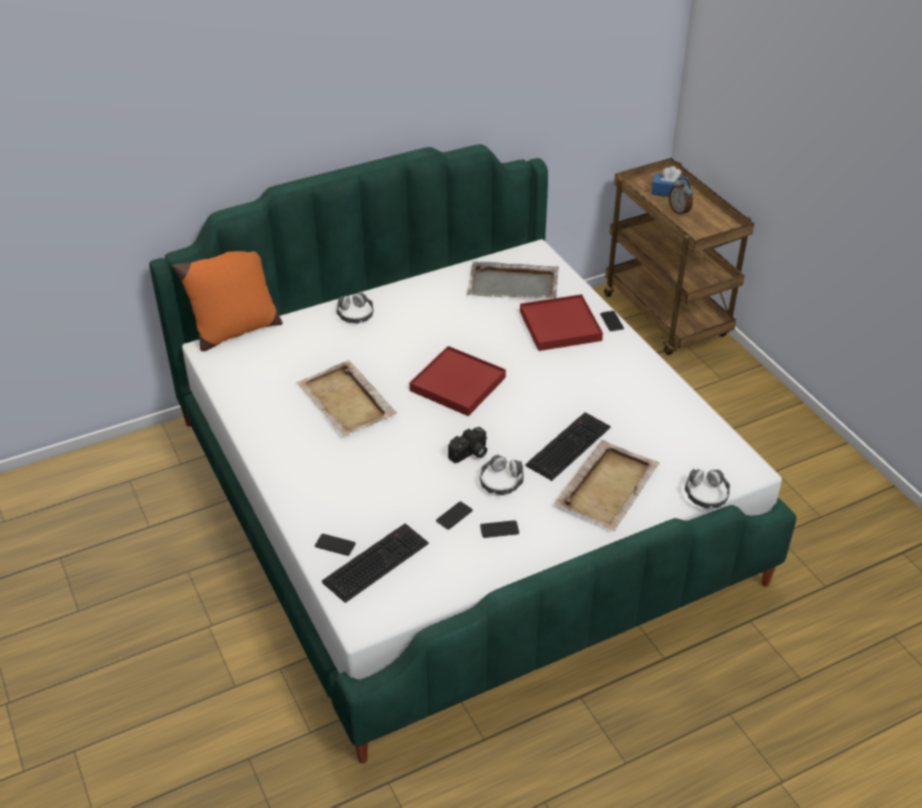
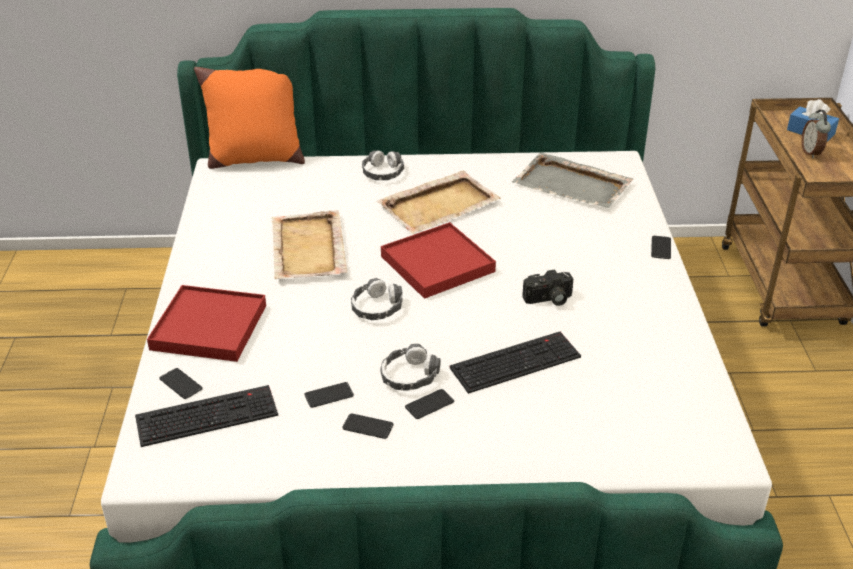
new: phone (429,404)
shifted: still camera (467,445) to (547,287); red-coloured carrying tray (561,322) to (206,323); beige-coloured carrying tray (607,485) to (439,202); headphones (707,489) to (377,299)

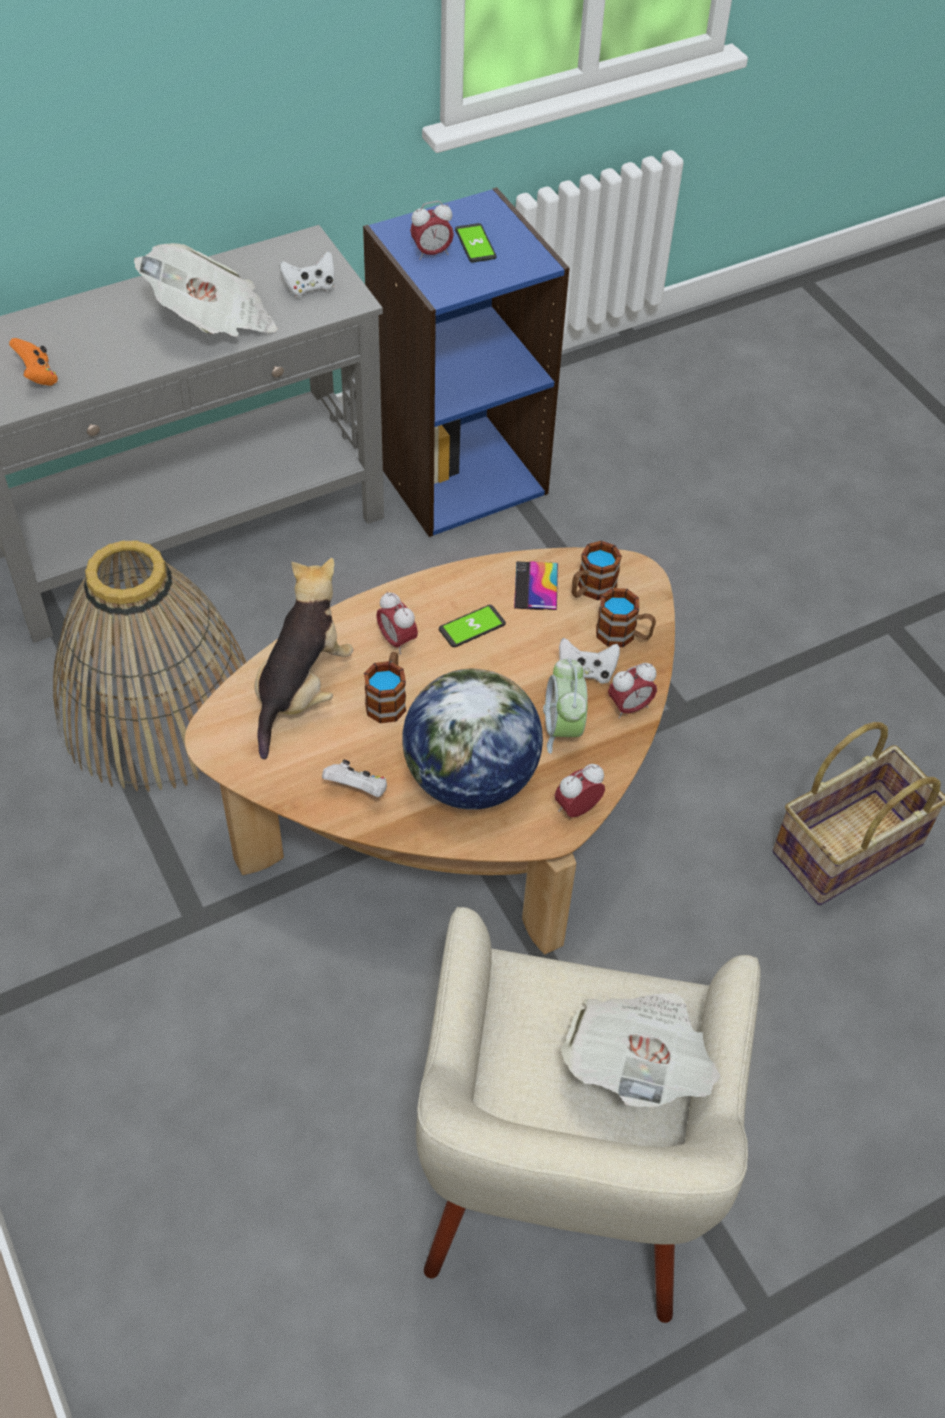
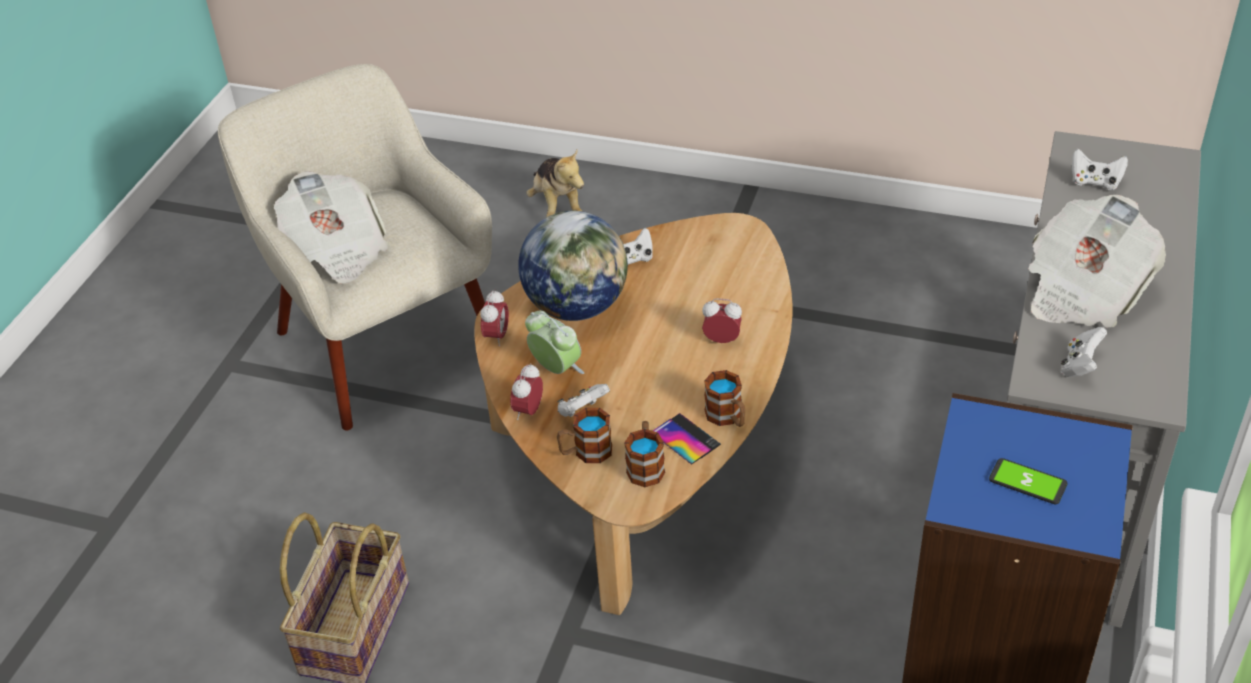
gone: storage basket (149,666); bedside clock (432,230); phone (472,626)
shifted: cuddly toy (304,658) to (555,183); tea mug (385,687) to (724,398)
repainted: orangey gamepad (33,362) to white gamepad (1100,169)

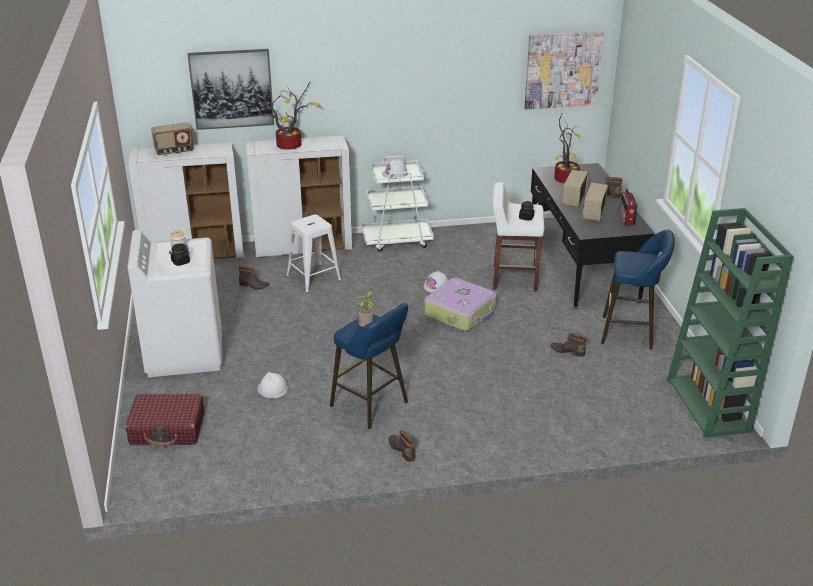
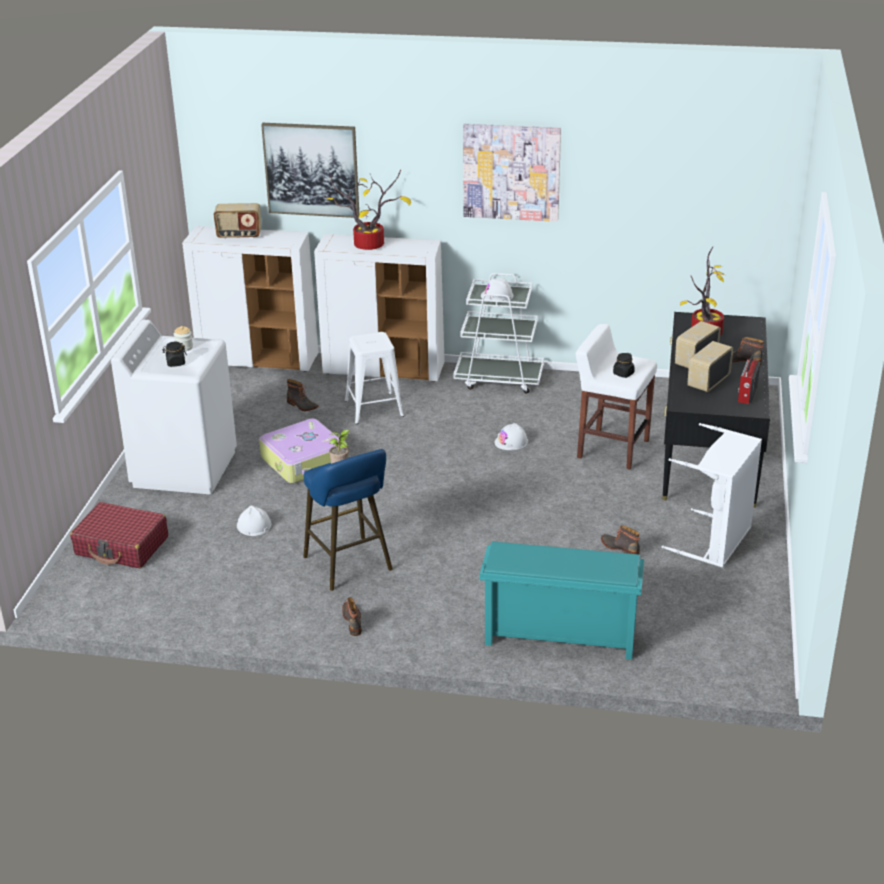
gone: green bookshelf (730,323)
new: turquoise-coloured shoe shelf (561,600)
shifted: piece of luggage (460,304) to (299,451); wall art (564,70) to (512,173)
swapped: blue sitting stool (638,290) to white laundry basket (711,495)

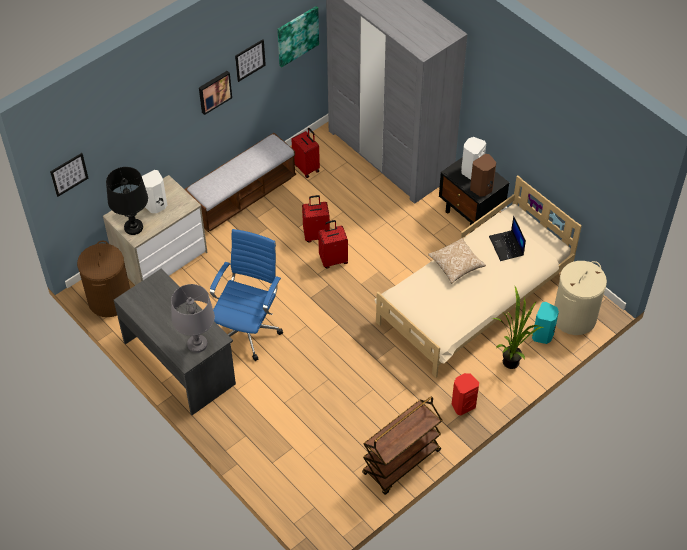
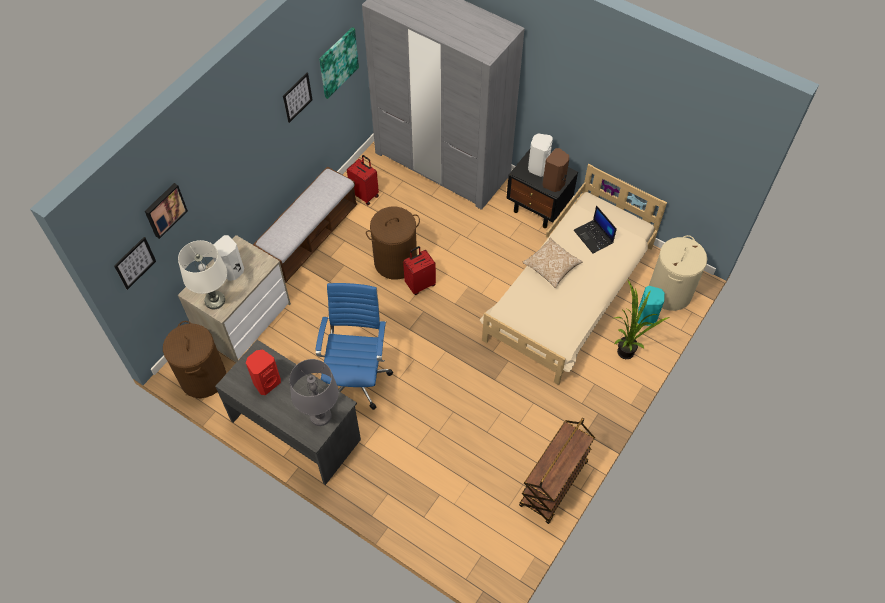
shifted: wall art (215,93) to (166,211); red-coloured speaker (465,394) to (263,372)
swapped: red-coloured piece of luggage (316,219) to brown-coloured laundry basket (393,243)
repainted: black lamp for a table (127,201) to white lamp for a table (202,274)

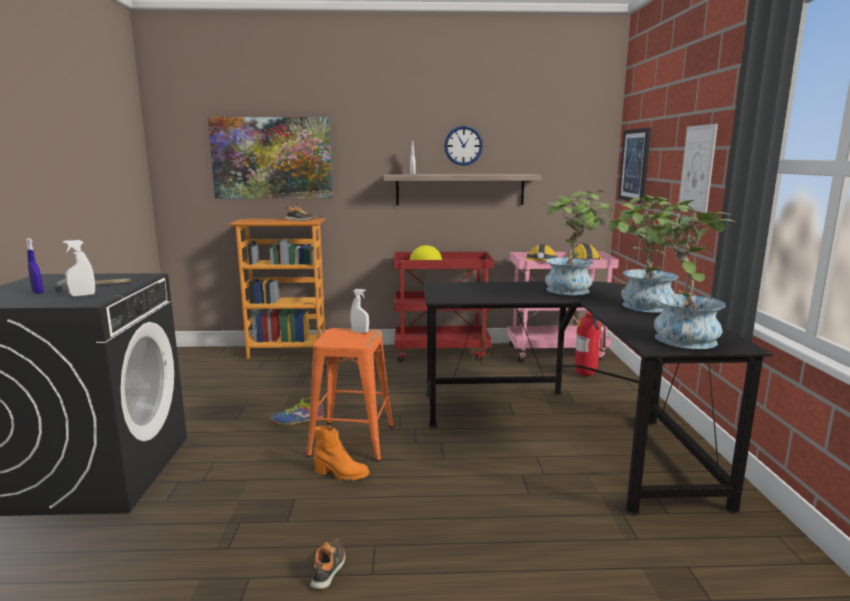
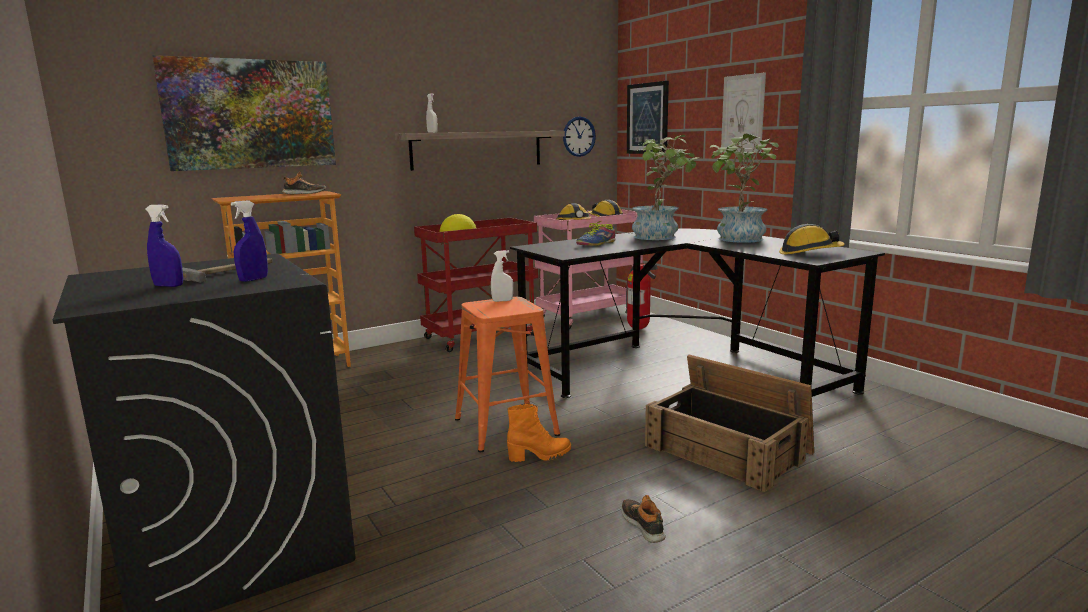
new: crate (729,423)
shifted: low shoe (297,411) to (595,233); wall clock (463,146) to (579,136)
swapped: houseplant (685,275) to work helmet (812,239)
repainted: white hand sprayer (79,268) to blue hand sprayer (249,241)

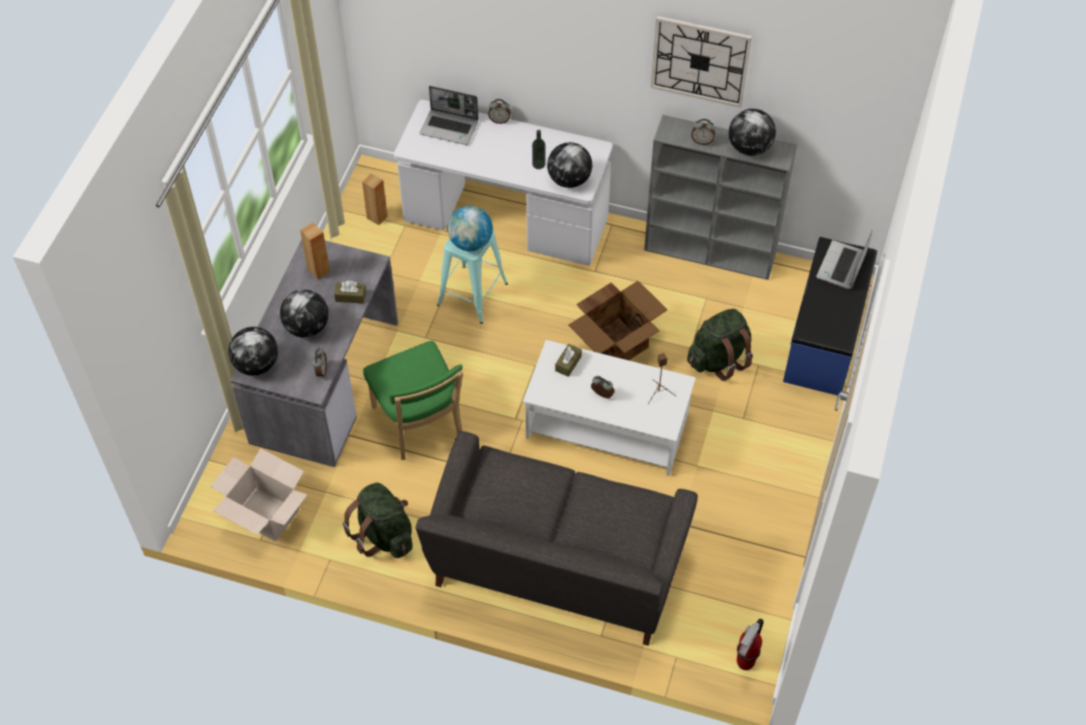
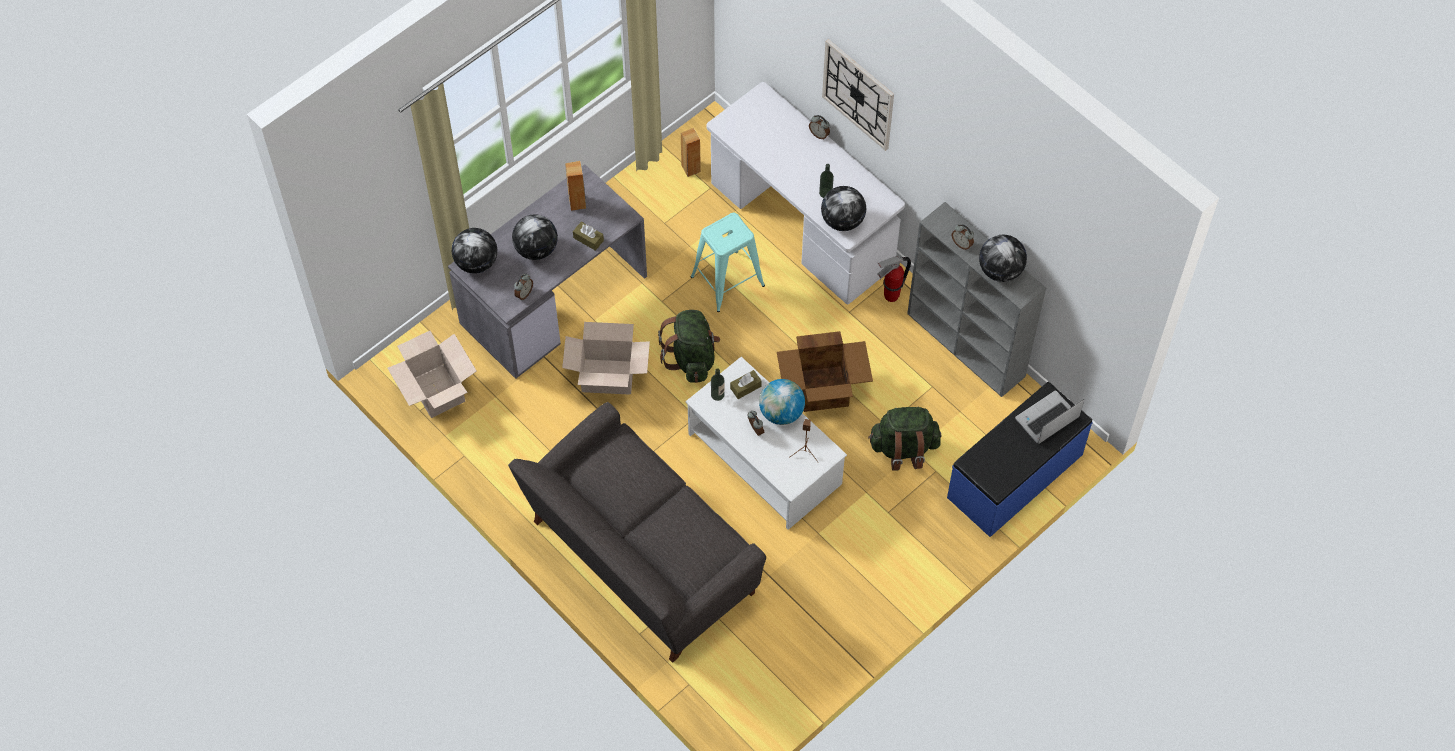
gone: laptop (449,115)
new: beverage bottle (718,384)
shifted: green knapsack (377,520) to (689,346); world globe (470,228) to (782,402); wall clock (701,62) to (858,95); fire extinguisher (750,644) to (894,279)
swapped: green upright chair (413,400) to packing box (606,358)

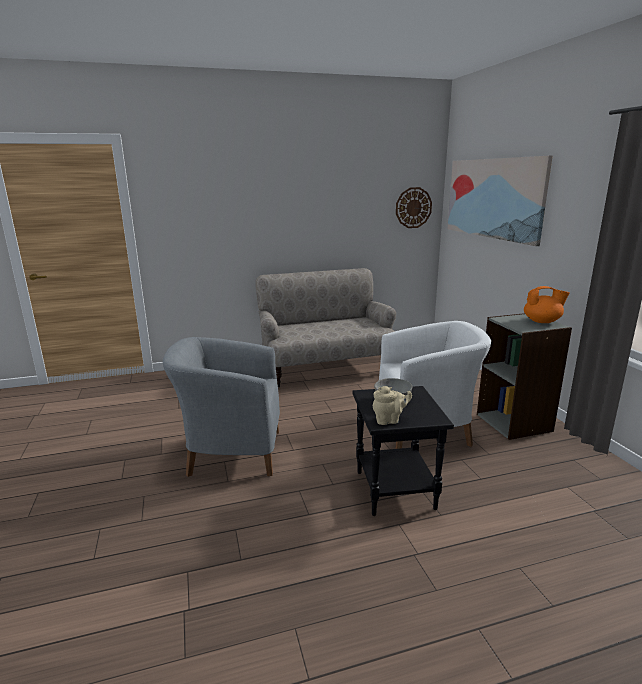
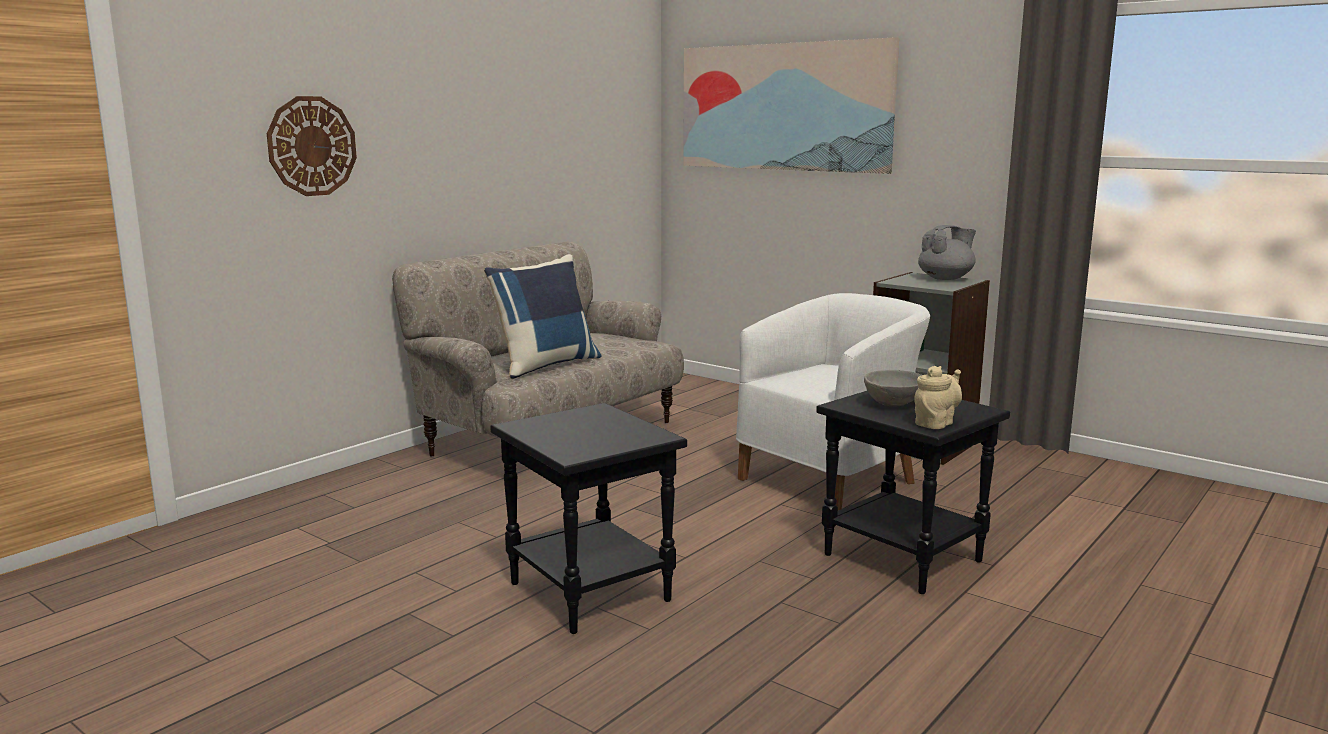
new: blue pillow (542,316)
shifted: wall clock (414,207) to (312,146)
swapped: grey armchair (221,407) to black end table (588,518)
repainted: orangey pot for tea (547,304) to grey pot for tea (947,252)

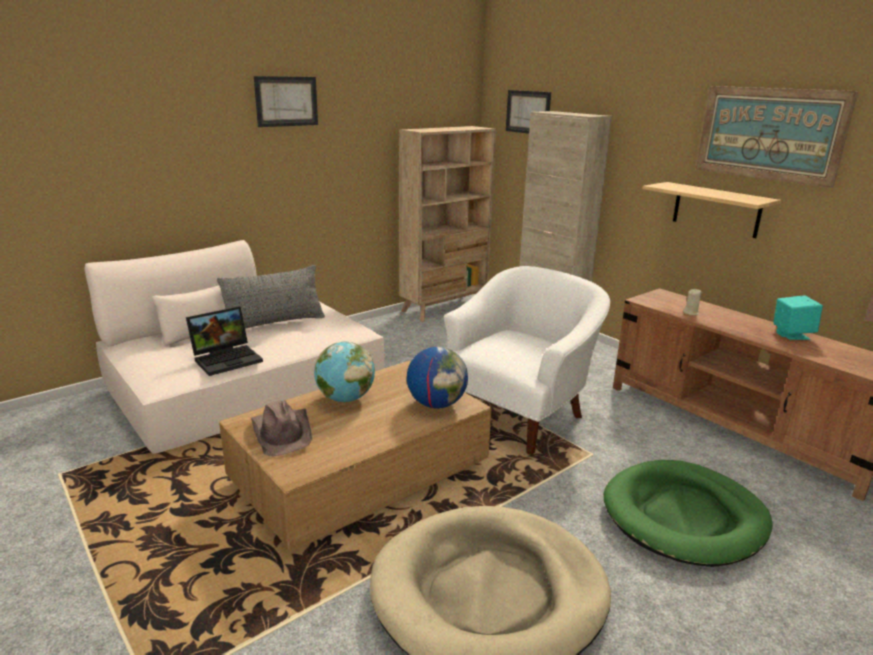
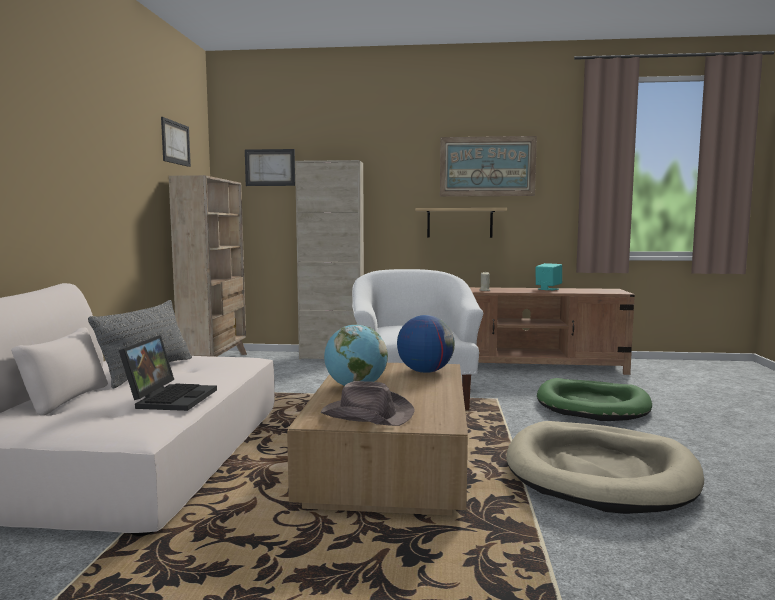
shifted: wall art (286,101) to (176,142)

